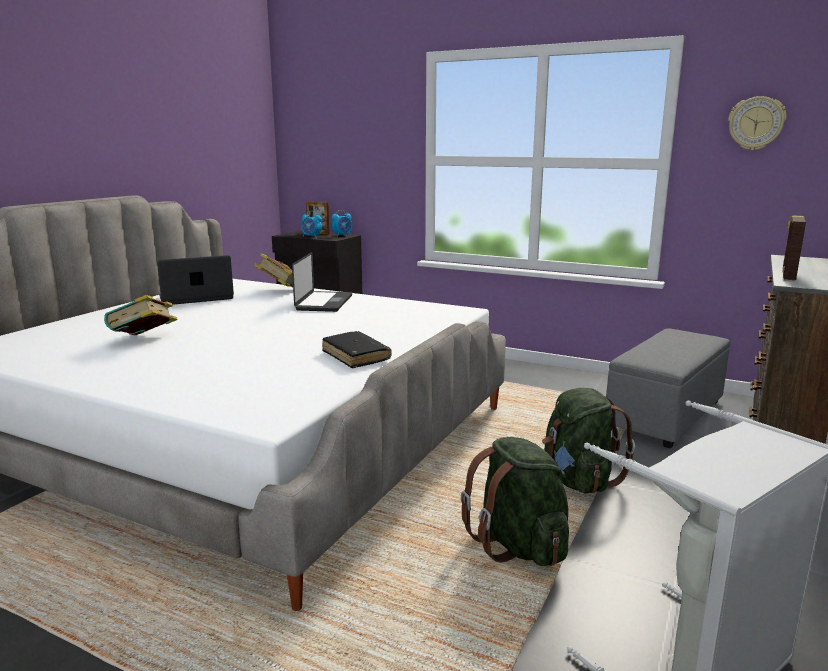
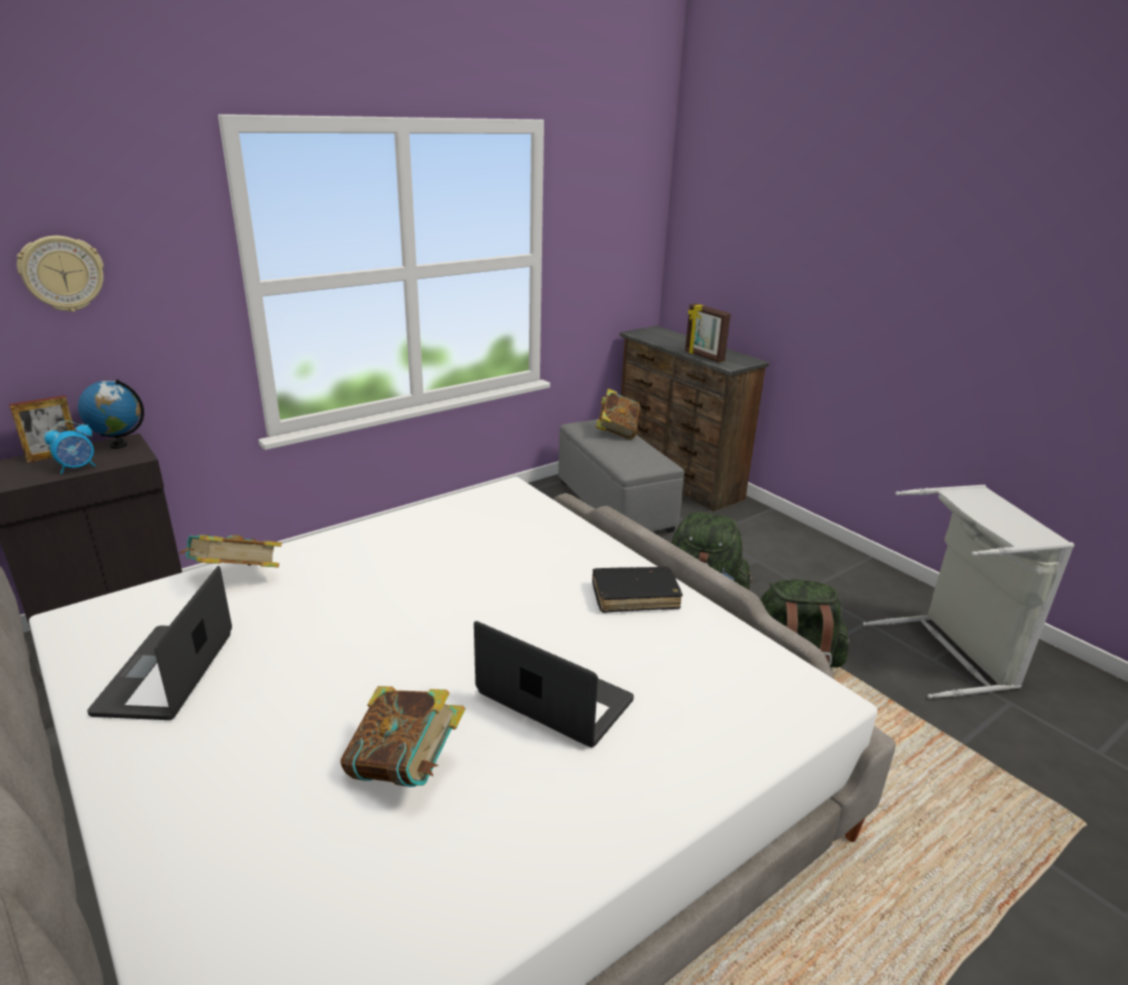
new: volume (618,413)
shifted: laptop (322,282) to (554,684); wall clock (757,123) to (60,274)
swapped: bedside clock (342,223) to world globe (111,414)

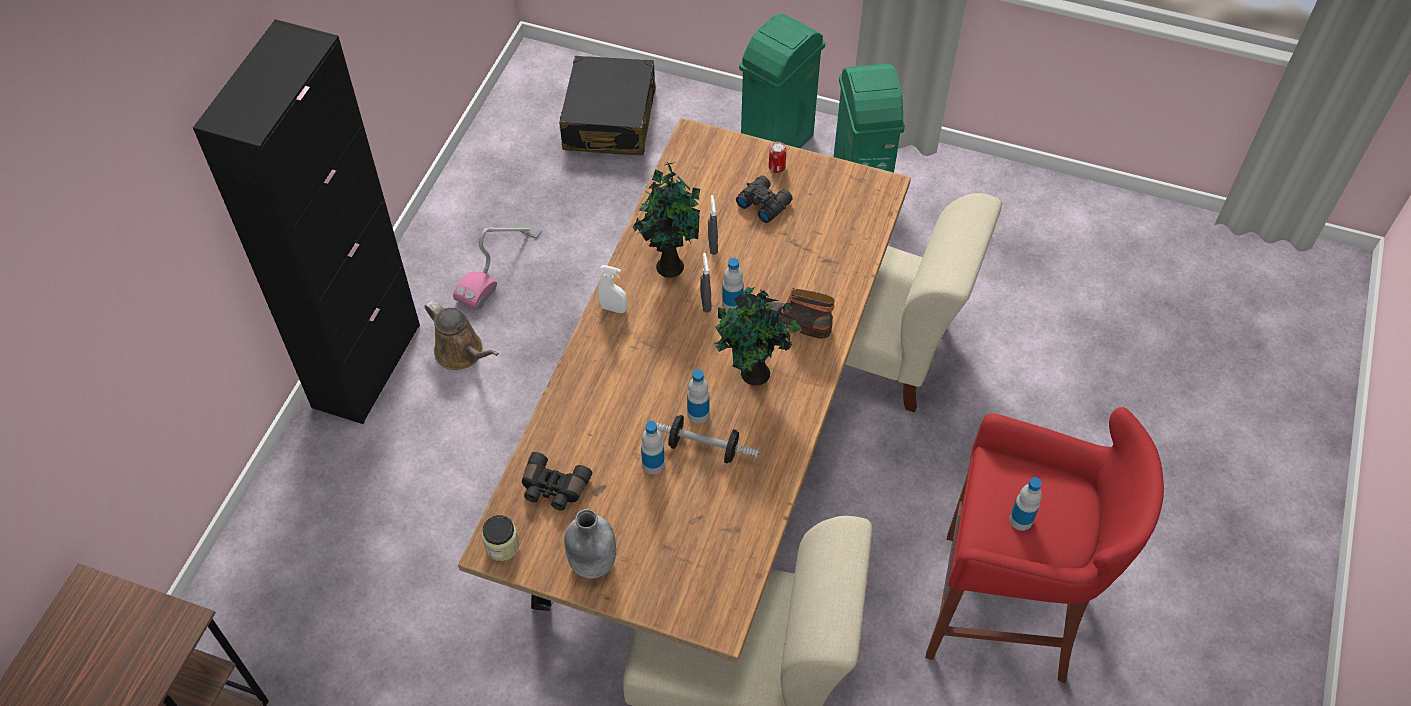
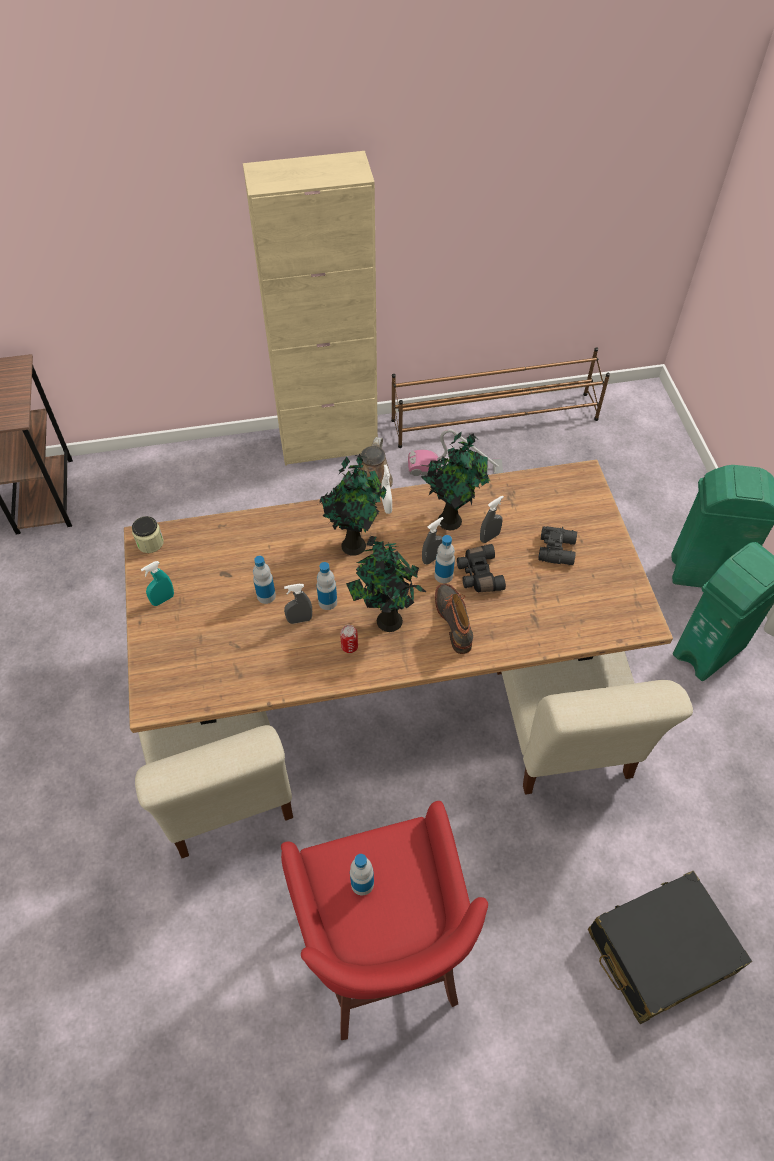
new: houseplant (352,504); brown-coloured shoe shelf (500,397)
shifted: black binoculars (557,481) to (481,568); black piece of luggage (607,105) to (670,947); metal can (777,157) to (349,639)
swapped: grey beverage bottle (590,543) to turquoise-coloured hand sprayer (157,583); hand weight (707,439) to grey hand sprayer (298,604)
repainted: black cabinet (306,221) to beige-coloured cabinet (310,308)

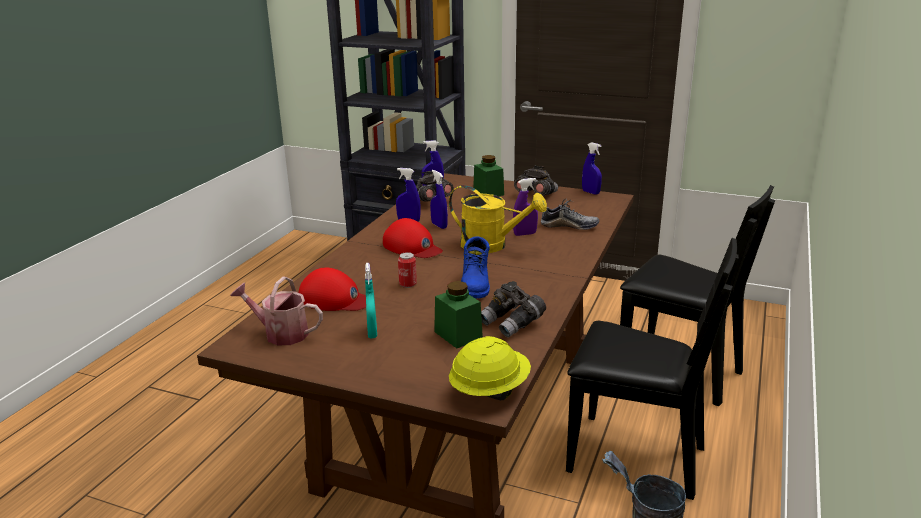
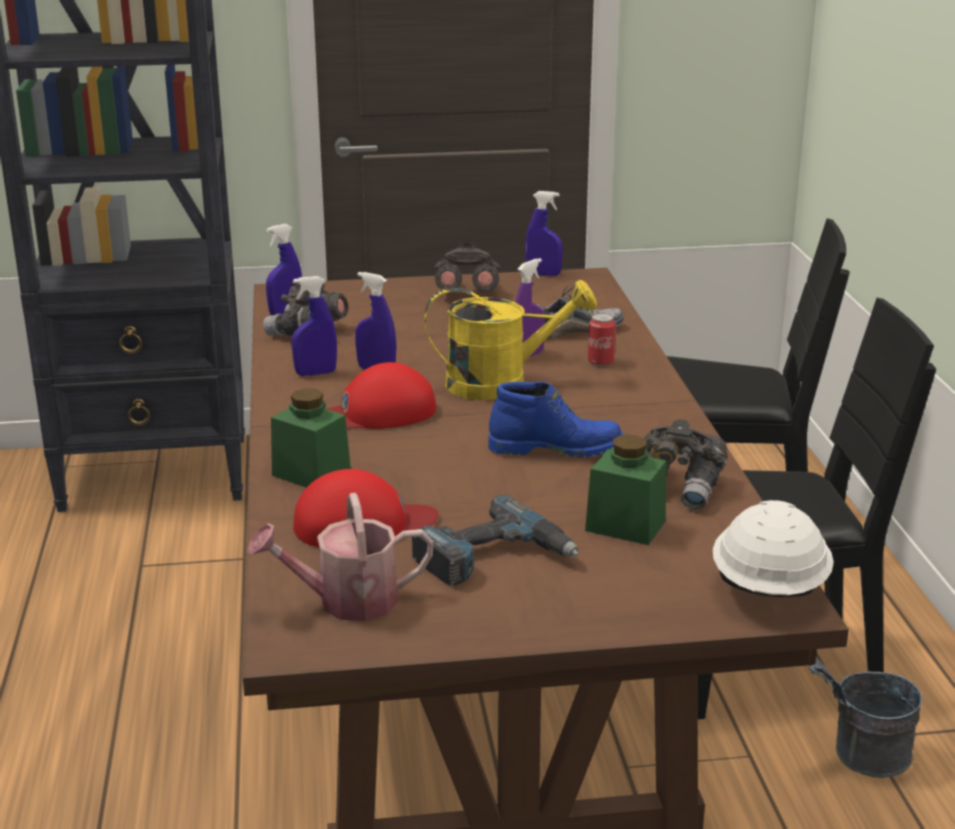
shifted: metal can (407,270) to (602,340); green storage jar (488,175) to (311,438)
swapped: turquoise-coloured hand sprayer (371,300) to power drill (495,540)
repainted: yellow work helmet (490,368) to white work helmet (773,548)
rotated: red-coloured cap (413,238) = (381,395) 150 degrees clockwise; blue boot (475,267) = (556,419) 60 degrees counterclockwise

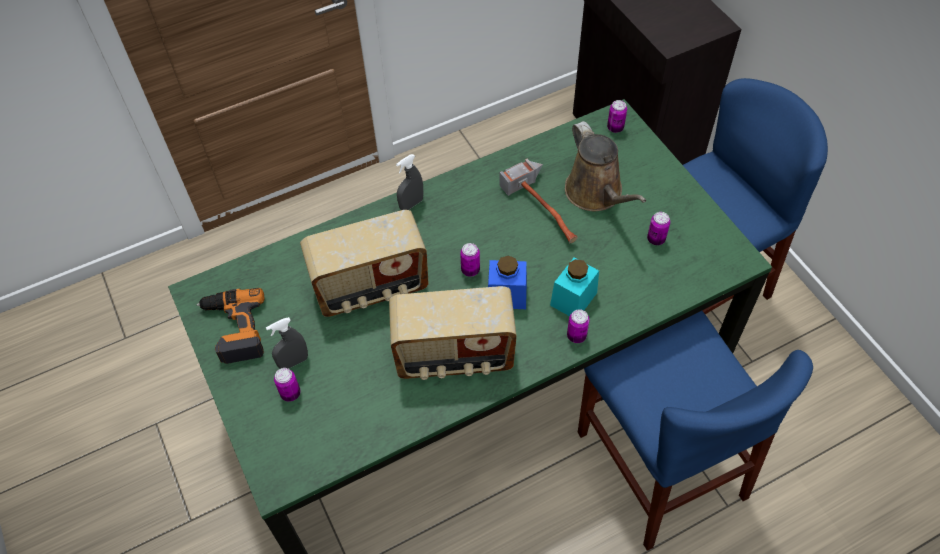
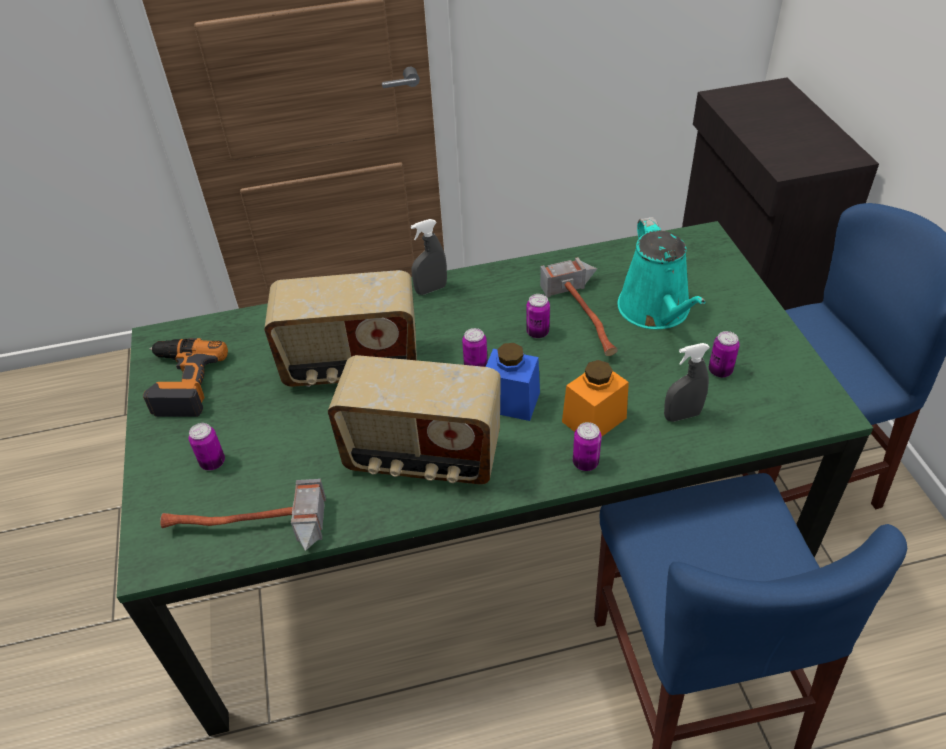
new: hand hammer (243,515)
shifted: grey hand sprayer (287,343) to (687,382); metal can (617,116) to (538,316)
repainted: turquoise-coloured storage jar (574,286) to orangey storage jar (595,398); brown-coloured watering can (605,166) to turquoise-coloured watering can (662,273)

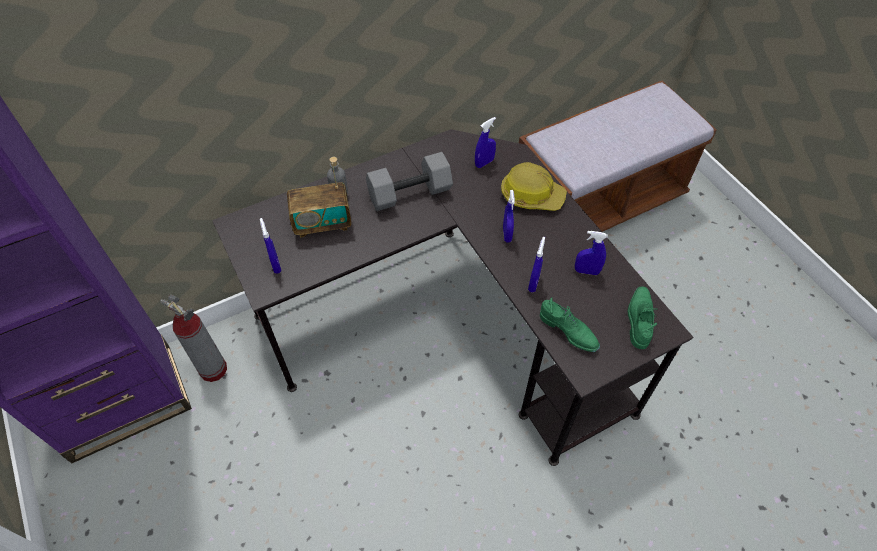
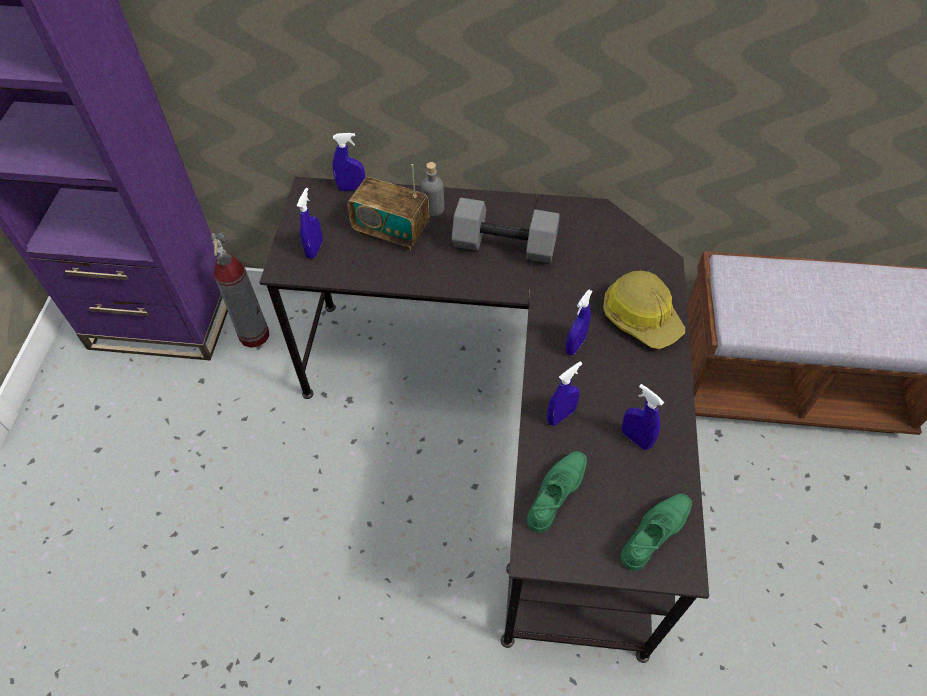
shifted: blue hand sprayer (485,142) to (349,162)
rotated: green low shoe (570,324) = (556,492) 135 degrees counterclockwise

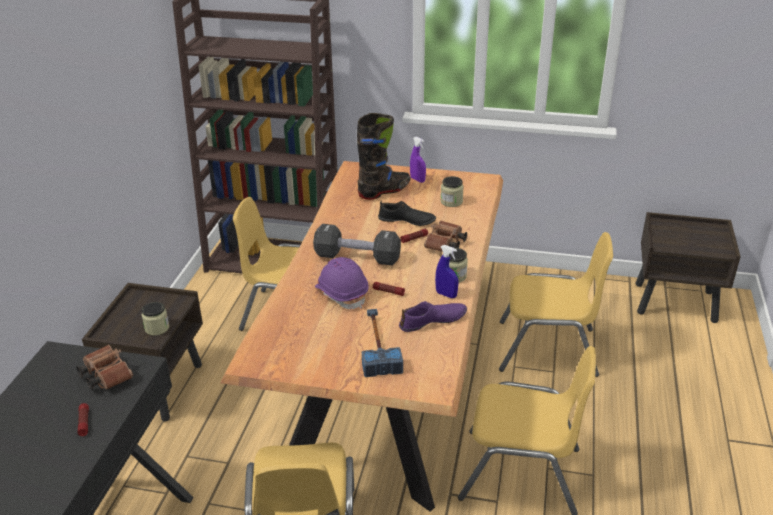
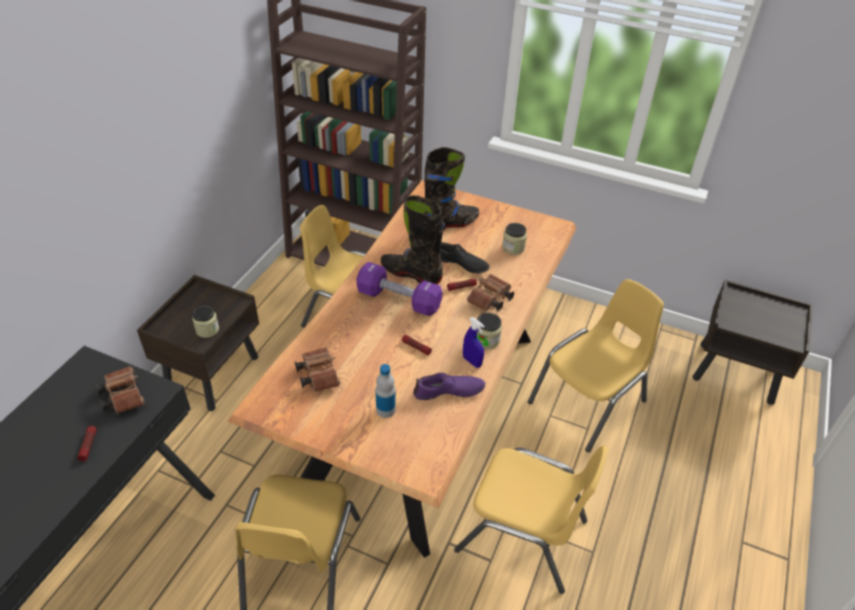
gone: purplish work helmet (342,283); purplish hand sprayer (418,159)
new: brown-coloured binoculars (317,369); black boot (413,239)
swapped: hand hammer (382,343) to beverage bottle (386,391)
repainted: black hand weight (357,244) to purplish hand weight (399,289)
rotated: yellow upright chair (556,304) = (596,365) 60 degrees counterclockwise

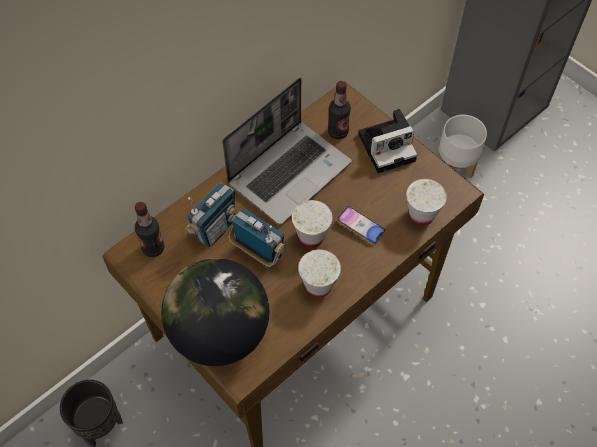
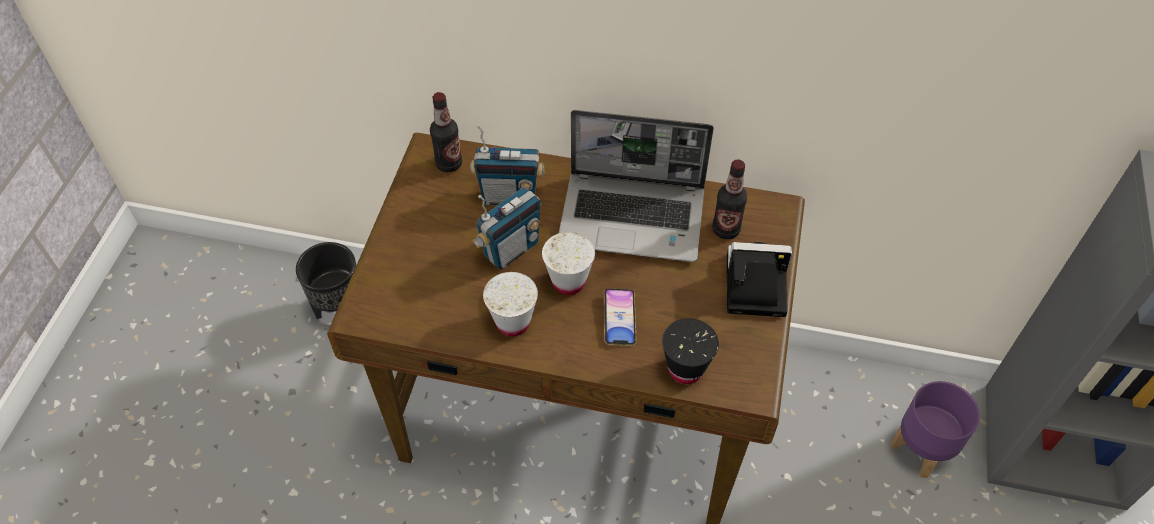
gone: world globe (215,312)
repainted: white cup (426,202) to black cup (690,351); white plant pot (462,146) to purplish plant pot (935,429)
rotated: radio (256,238) = (507,228) 45 degrees clockwise; still camera (387,141) = (759,279) 150 degrees clockwise

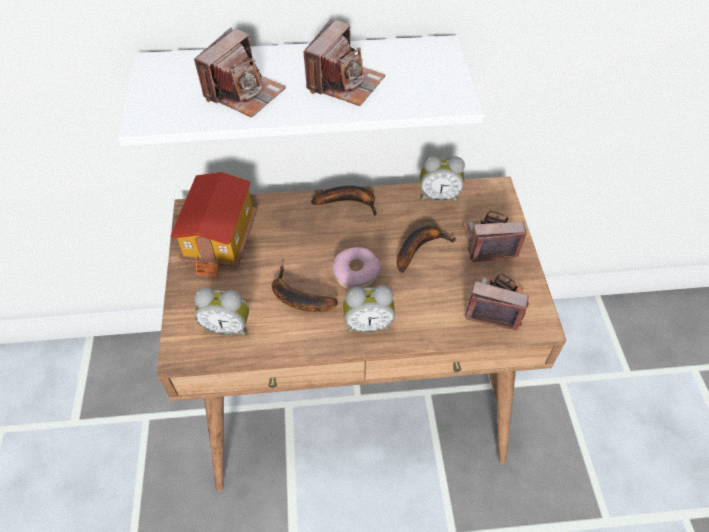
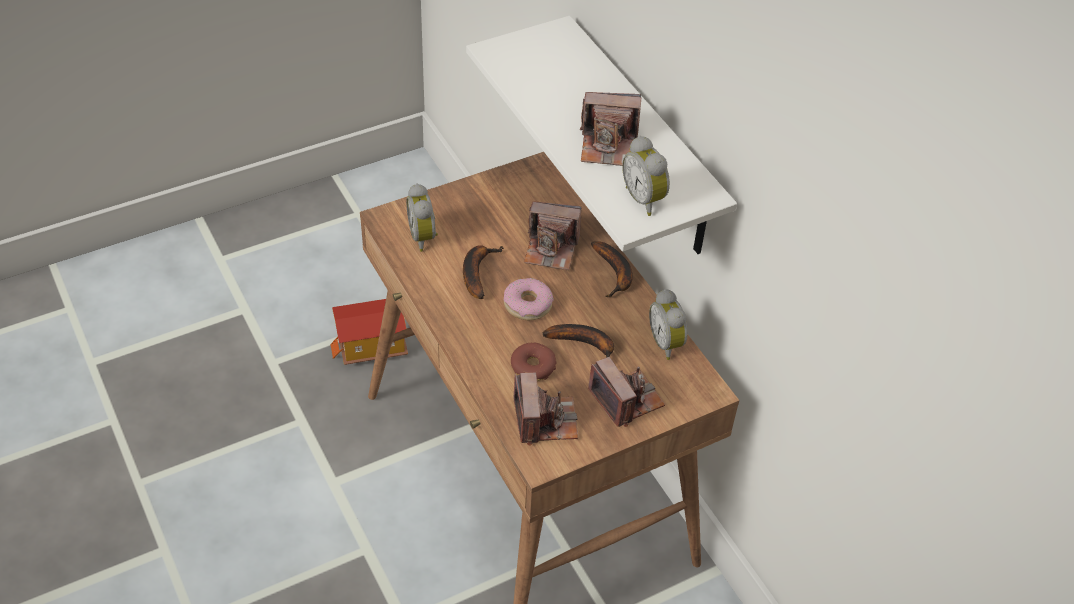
new: donut (533,361)
shifted: miniature house (213,225) to (369,332); still camera (240,73) to (552,236); bedside clock (369,309) to (646,176)

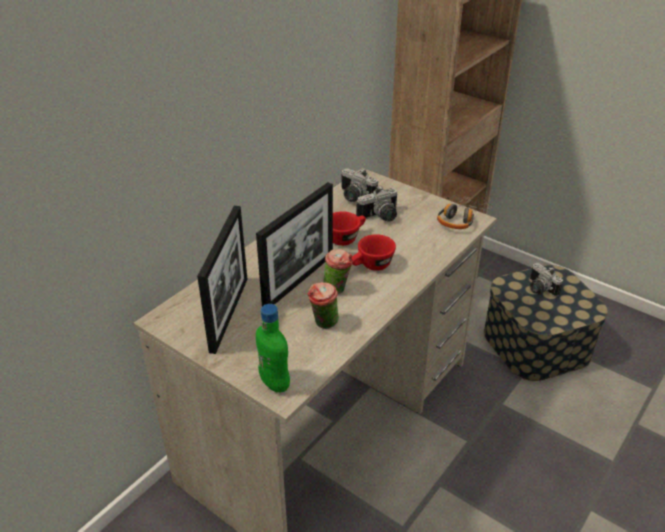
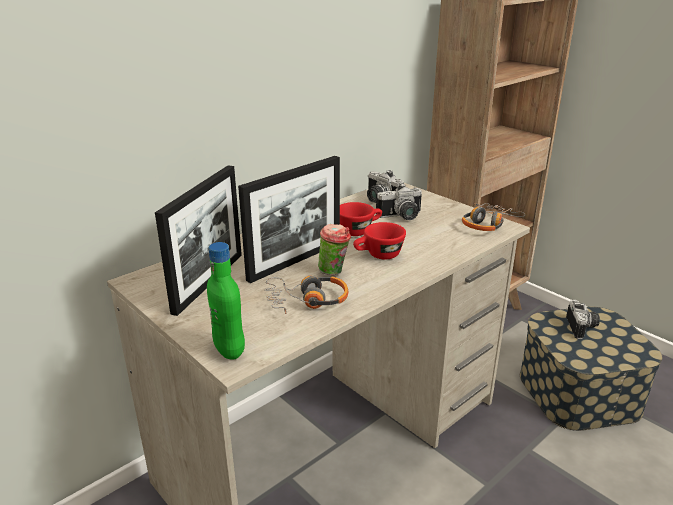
swapped: cup (323,305) to headphones (306,295)
rotated: still camera (546,279) = (583,319) 150 degrees counterclockwise

